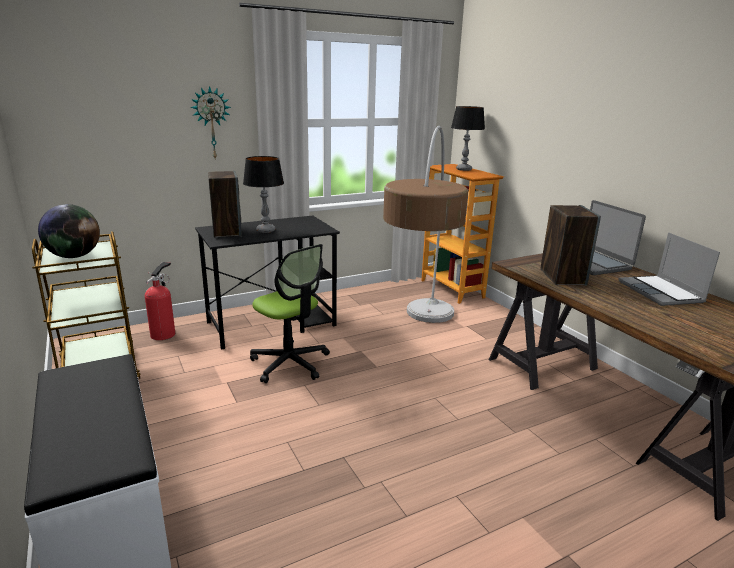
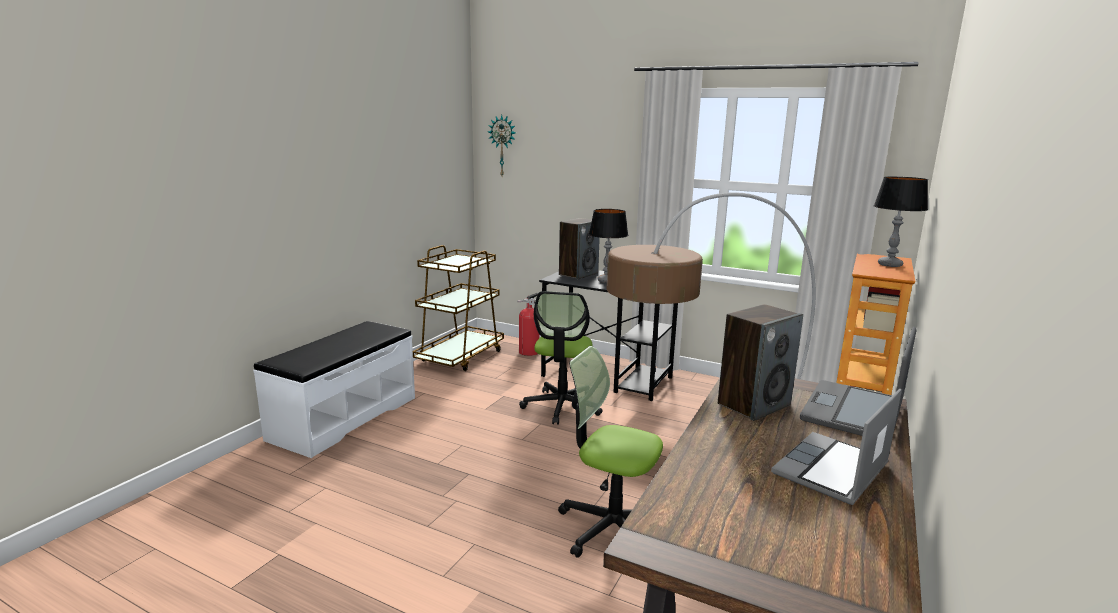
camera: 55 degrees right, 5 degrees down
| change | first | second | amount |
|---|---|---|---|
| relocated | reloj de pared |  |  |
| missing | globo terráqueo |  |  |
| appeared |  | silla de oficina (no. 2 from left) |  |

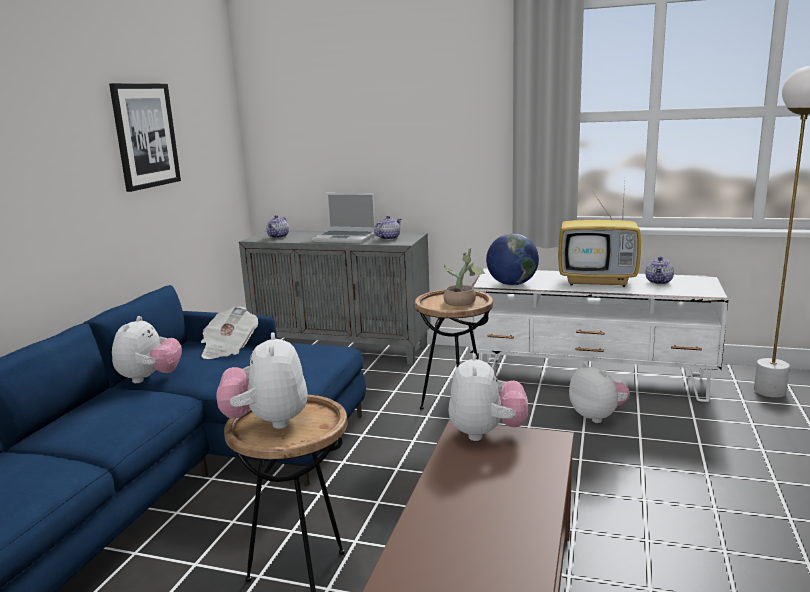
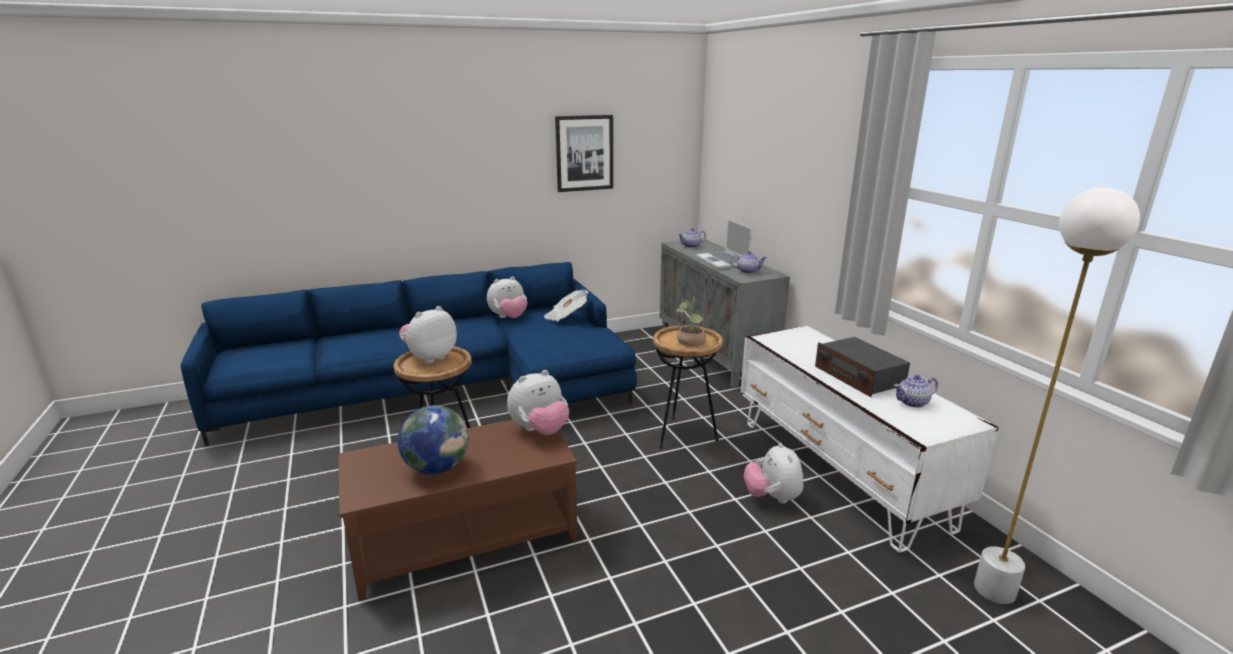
camera: 50 degrees right, 5 degrees up
| change | first | second | amount |
|---|---|---|---|
| exchanged | televisor | radio |  |
| relocated | globo terráqueo |  |  |
| spun | peluche (no. 4 from left) |  | 150 degrees clockwise |

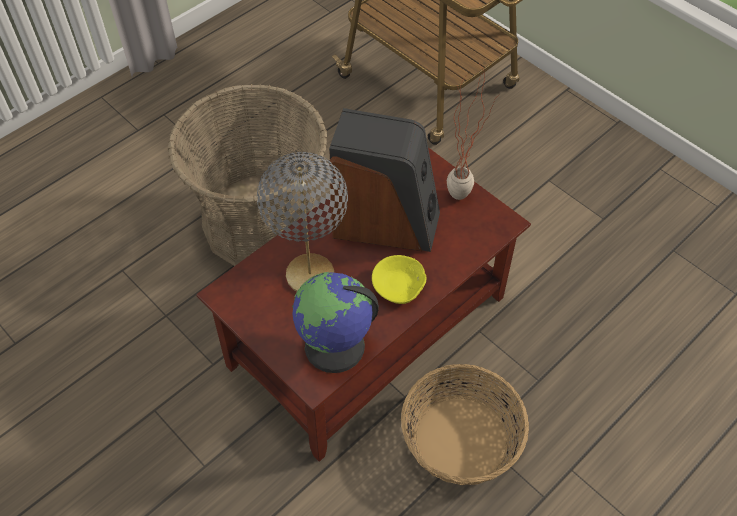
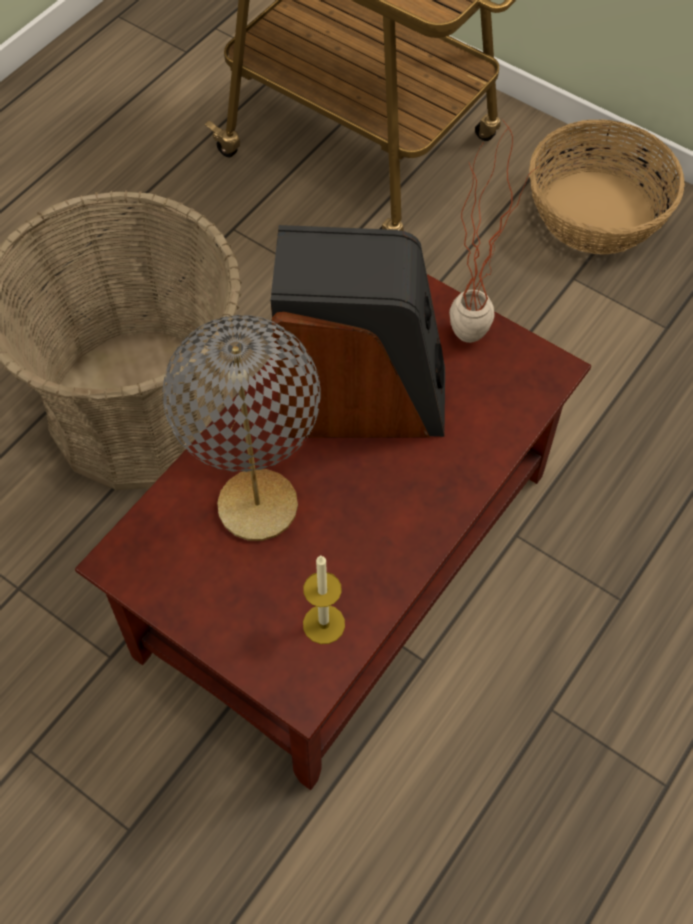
camera: 10 degrees left, 5 degrees up
| change | first | second | amount |
|---|---|---|---|
| missing | cuenco [amarillo] |  |  |
| exchanged | globo terráqueo | vela |  |
| relocated | cesta (no. 2 from left) |  |  |

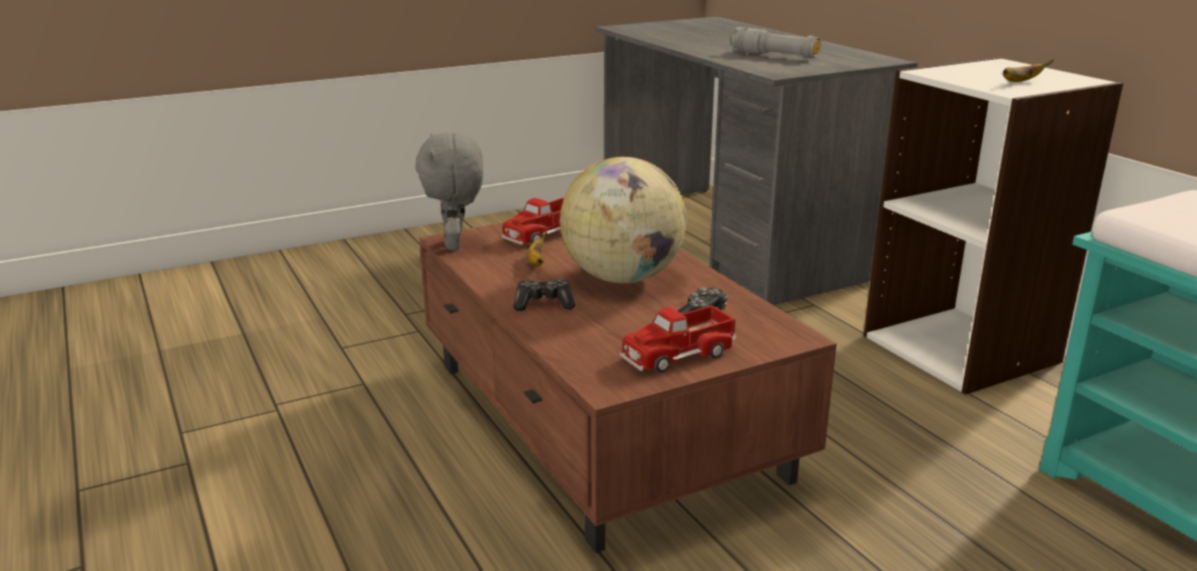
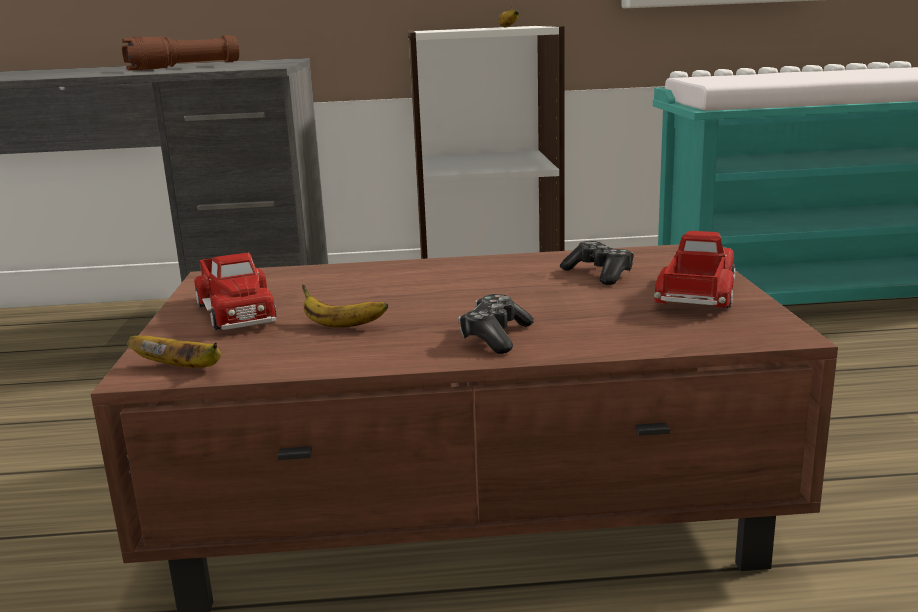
camera: 65 degrees left, 5 degrees down
| change | first | second | amount |
|---|---|---|---|
| colour | linterna [gris] | linterna [marrón] |  |
| exchanged | peluche [gris] | plátano (no. 1 from left) |  |
| missing | globo terráqueo |  |  |
| spun | camión de juguete (no. 2 from left) |  | 150 degrees counterclockwise |

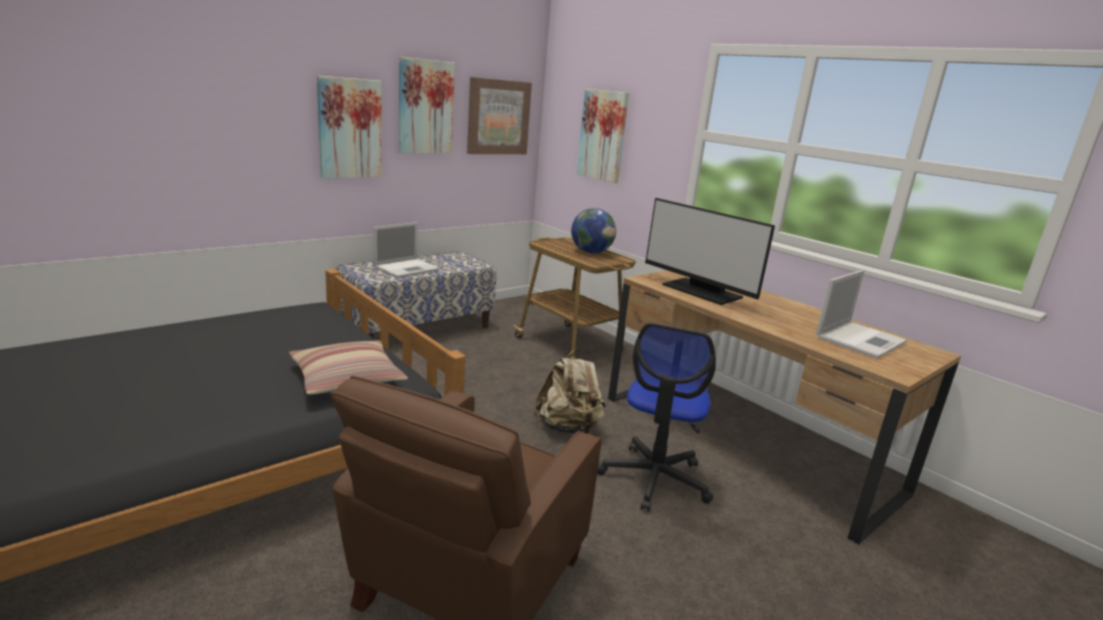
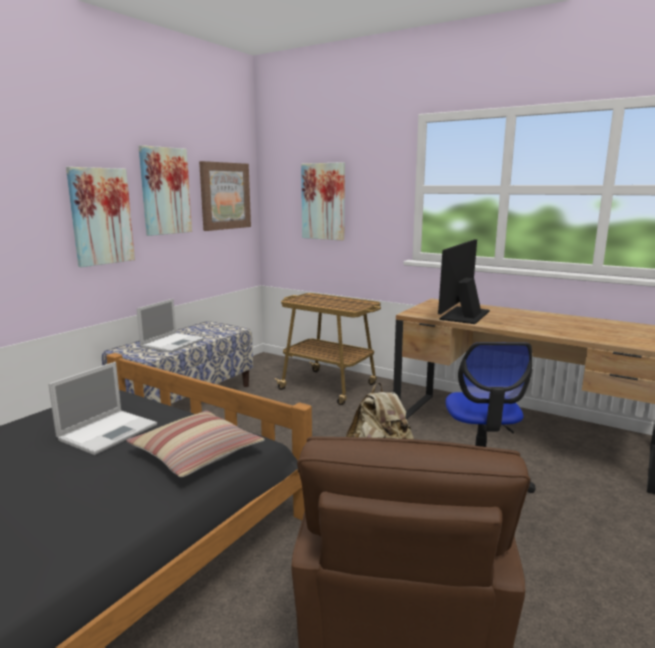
camera: 15 degrees left, 5 degrees down
| change | first | second | amount |
|---|---|---|---|
| spun | monitor |  | 90 degrees clockwise |
| missing | globo terráqueo |  |  |
| relocated | portátil (no. 2 from left in the first image) | portátil (no. 1 from left) |  |

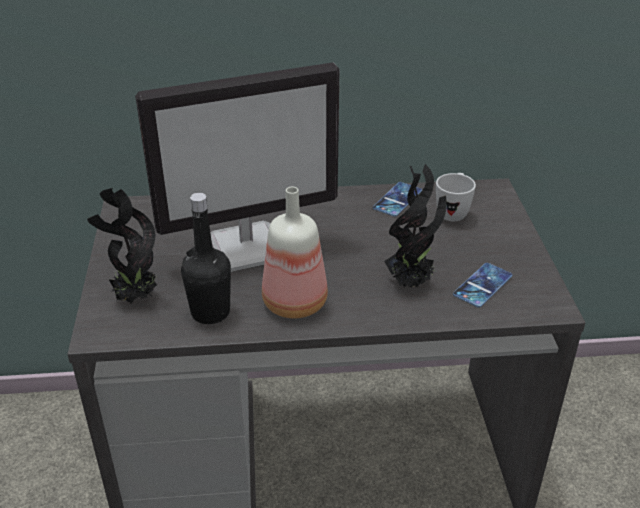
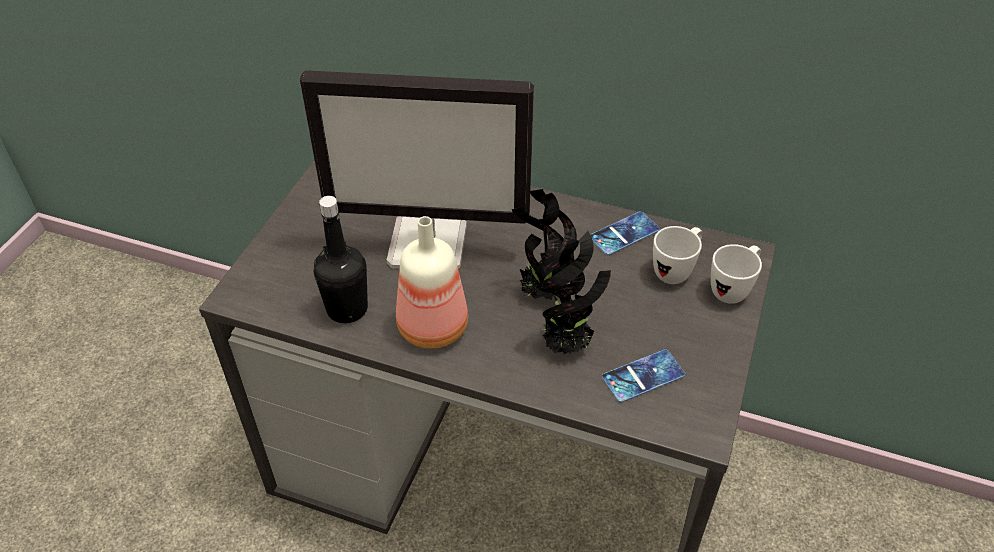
camera: 25 degrees right, 10 degrees up
| change | first | second | amount |
|---|---|---|---|
| relocated | planta en maceta (no. 1 from left) |  |  |
| appeared |  | taza grande [blanco] (no. 2 from left) |  |

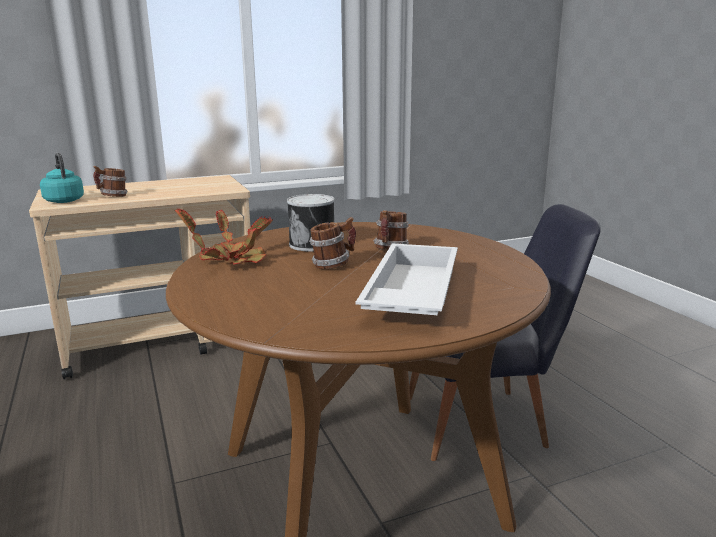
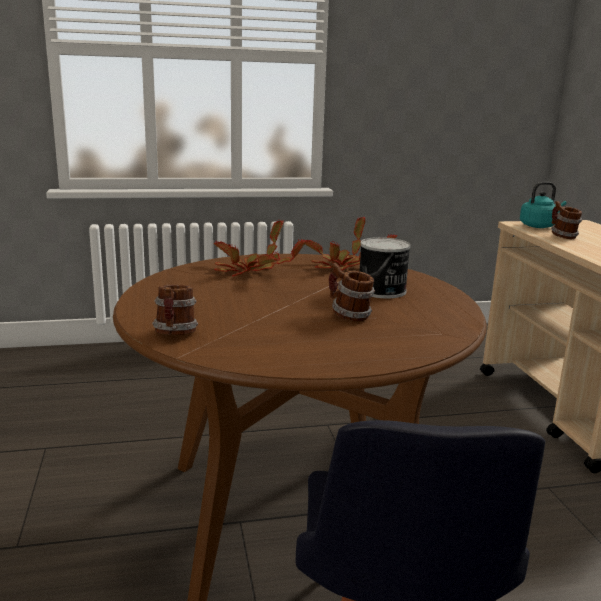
camera: 100 degrees right, 0 degrees up
| change | first | second | amount |
|---|---|---|---|
| relocated | taza grande (no. 2 from left in the first image) | taza grande (no. 1 from left) |  |
| missing | bandeja [blanco] |  |  |
| appeared |  | planta en maceta (no. 1 from left) |  |

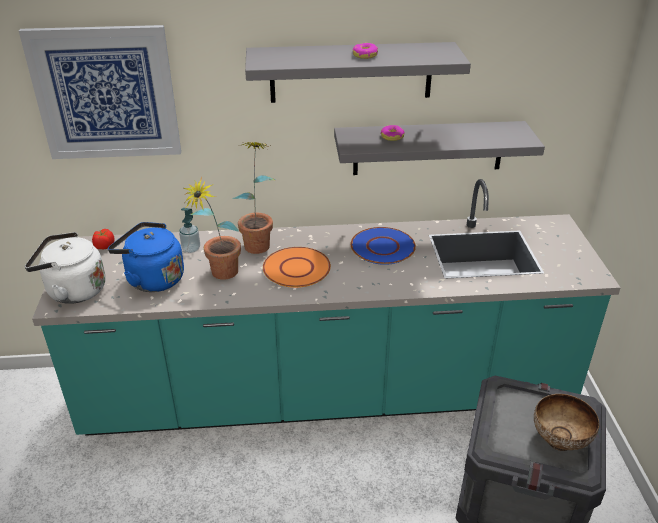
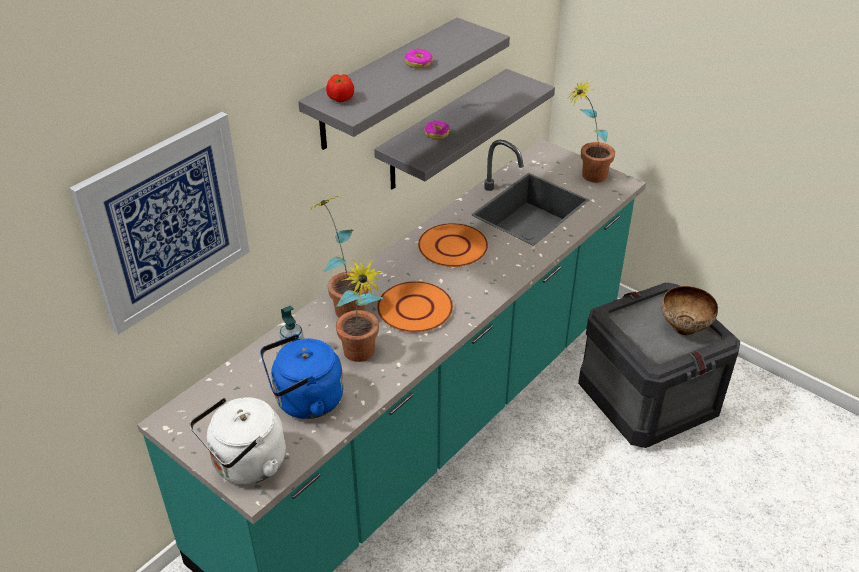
camera: 45 degrees left, 5 degrees up
| change | first | second | amount |
|---|---|---|---|
| colour | plato [azul] | plato [naranja] (no. 2 from left) |  |
| relocated | tomate |  |  |
| appeared |  | planta en maceta (no. 3 from left) |  |

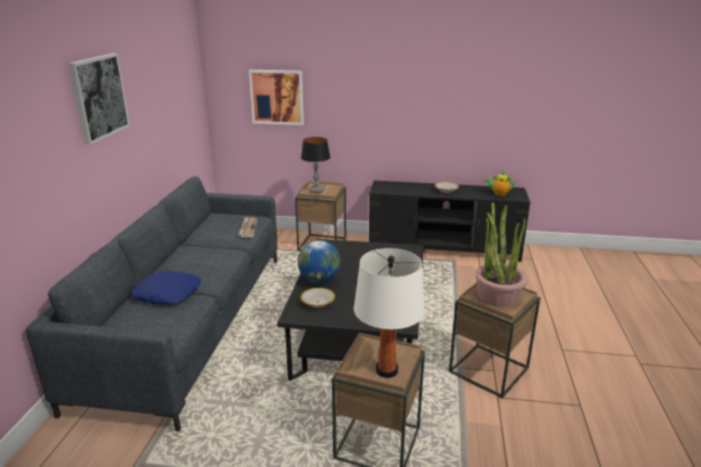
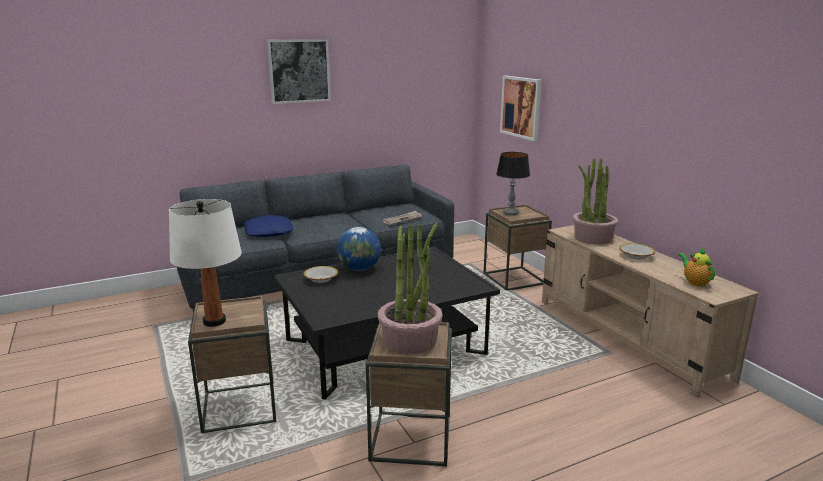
camera: 55 degrees right, 5 degrees down
| change | first | second | amount |
|---|---|---|---|
| colour | mueble de televisión [negro] | mueble de televisión [beis] |  |
| appeared |  | planta en maceta (no. 2 from left) |  |

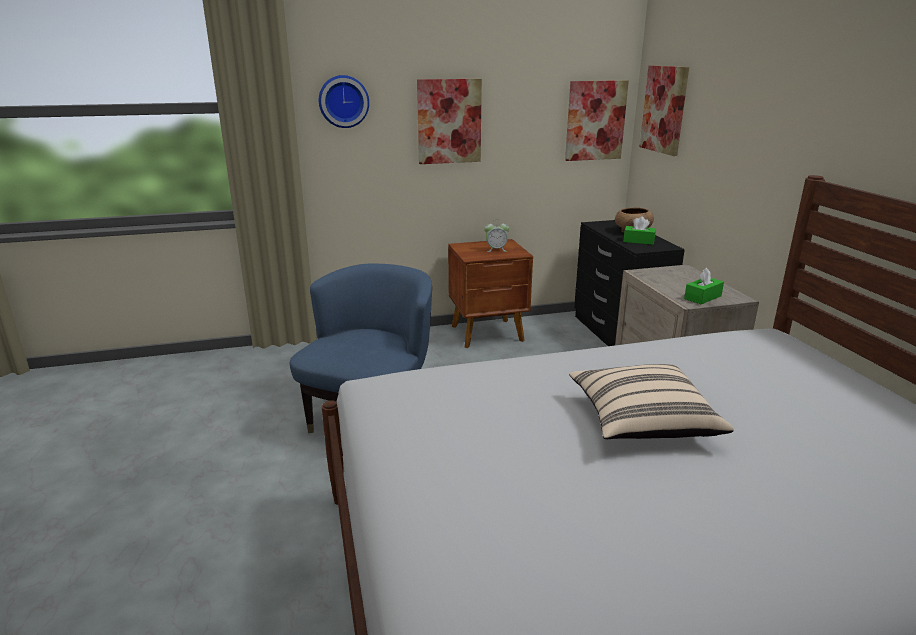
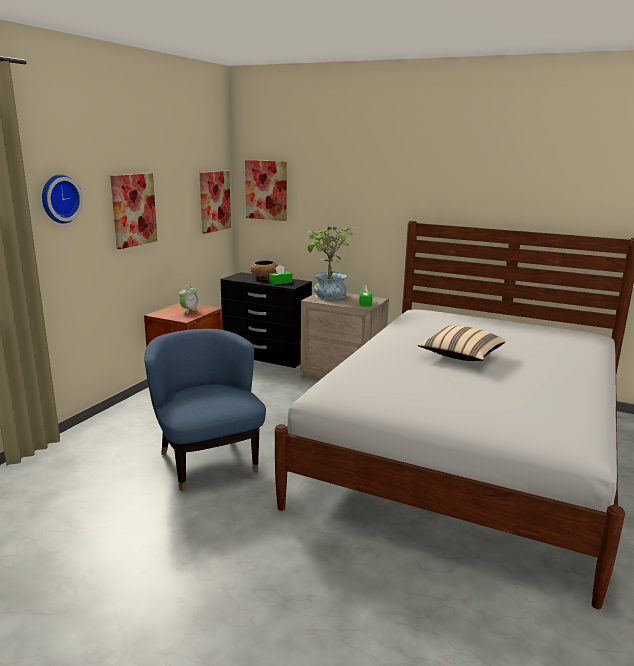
camera: 50 degrees left, 5 degrees down
| change | first | second | amount |
|---|---|---|---|
| appeared |  | planta en maceta |  |

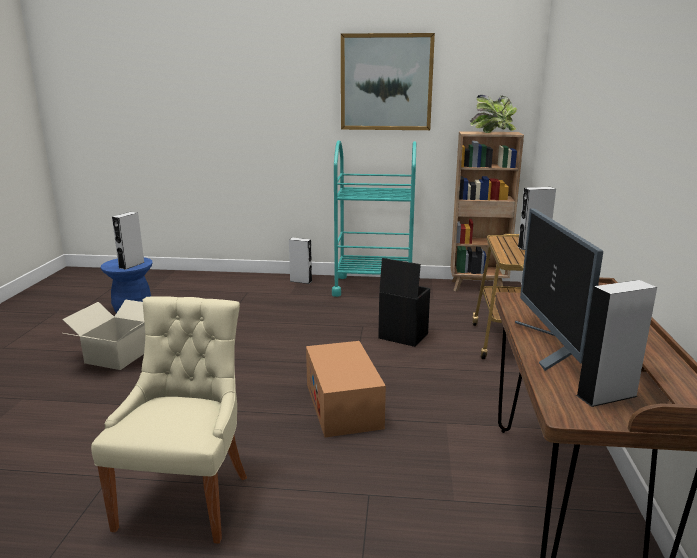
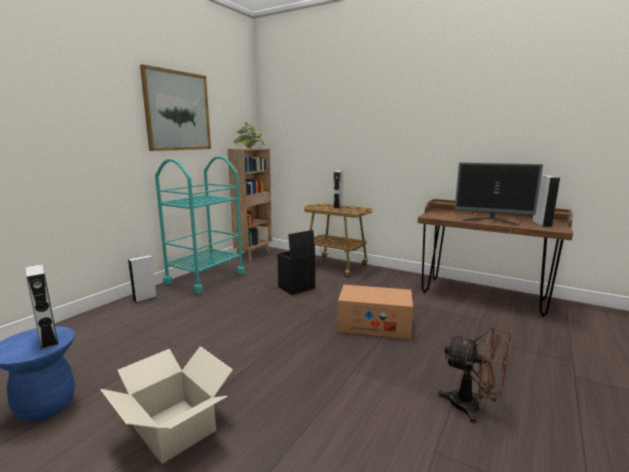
camera: 65 degrees left, 5 degrees down
| change | first | second | amount |
|---|---|---|---|
| exchanged | silla [beis] | ventilador [marrón] |  |

